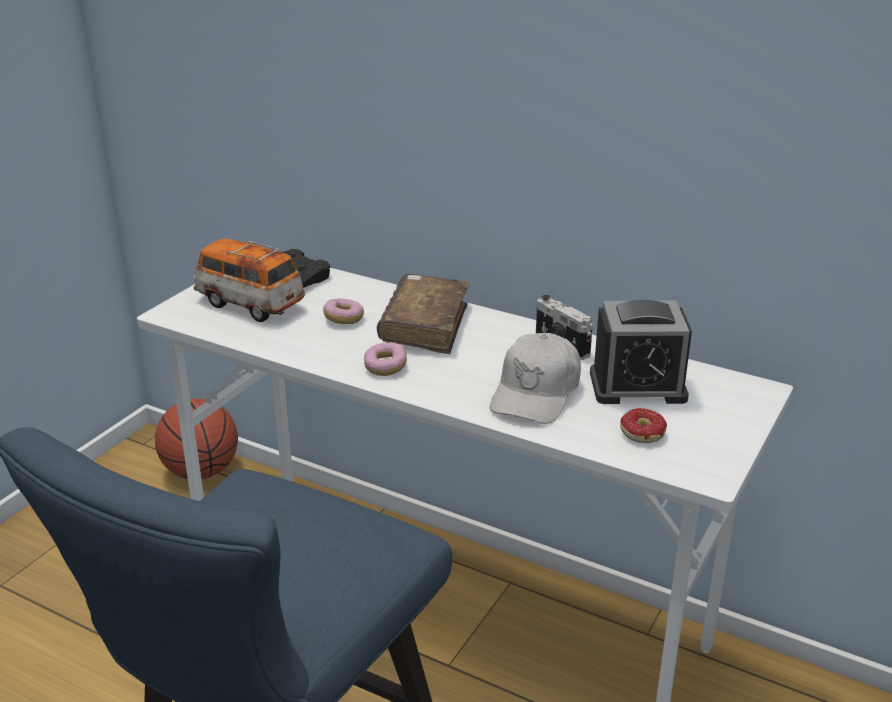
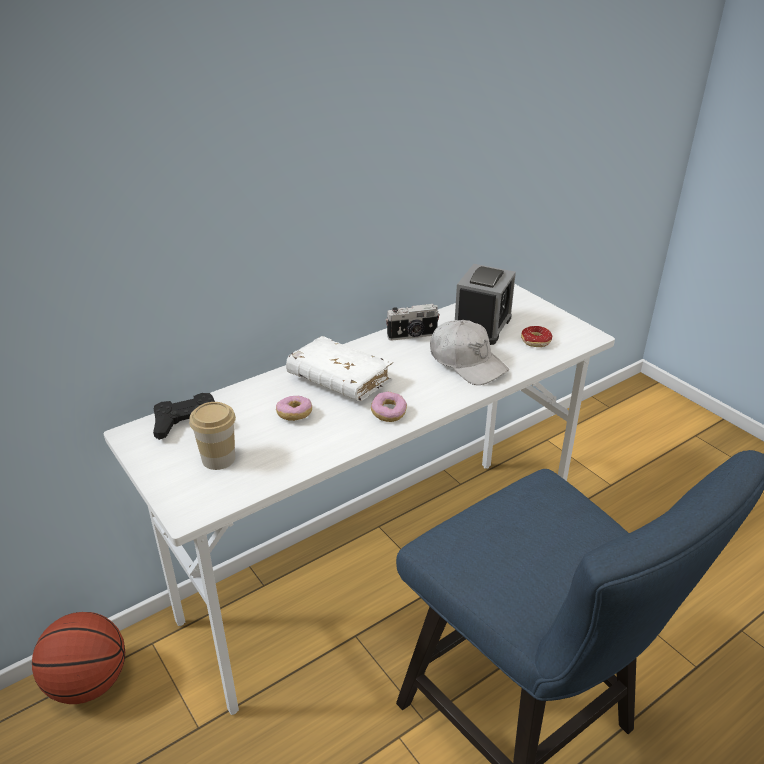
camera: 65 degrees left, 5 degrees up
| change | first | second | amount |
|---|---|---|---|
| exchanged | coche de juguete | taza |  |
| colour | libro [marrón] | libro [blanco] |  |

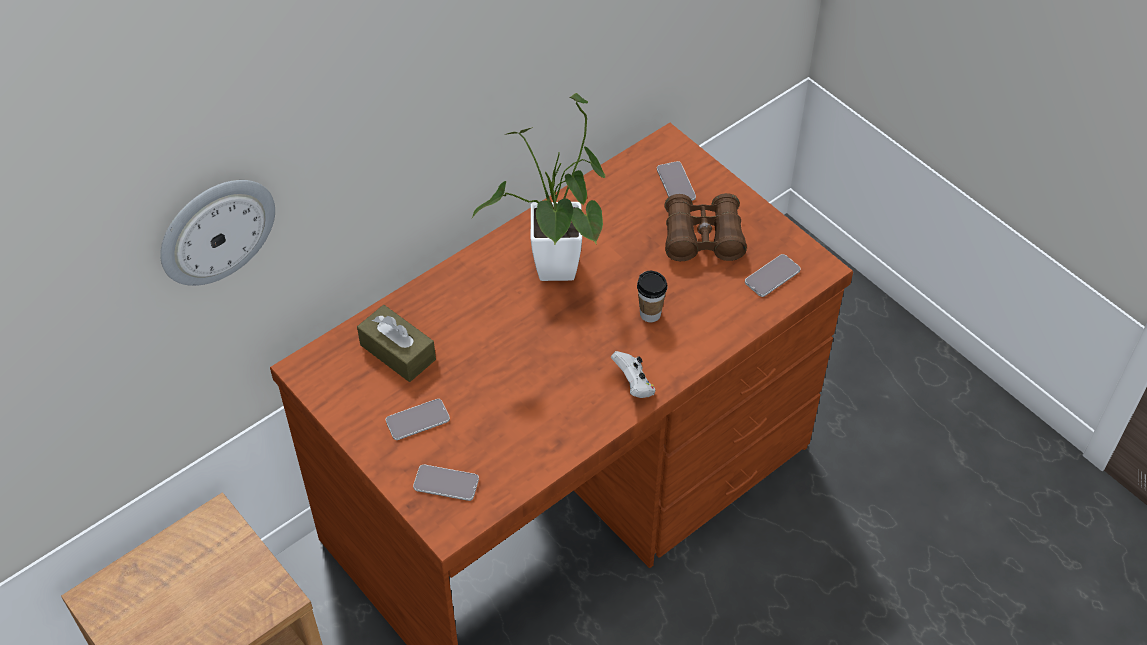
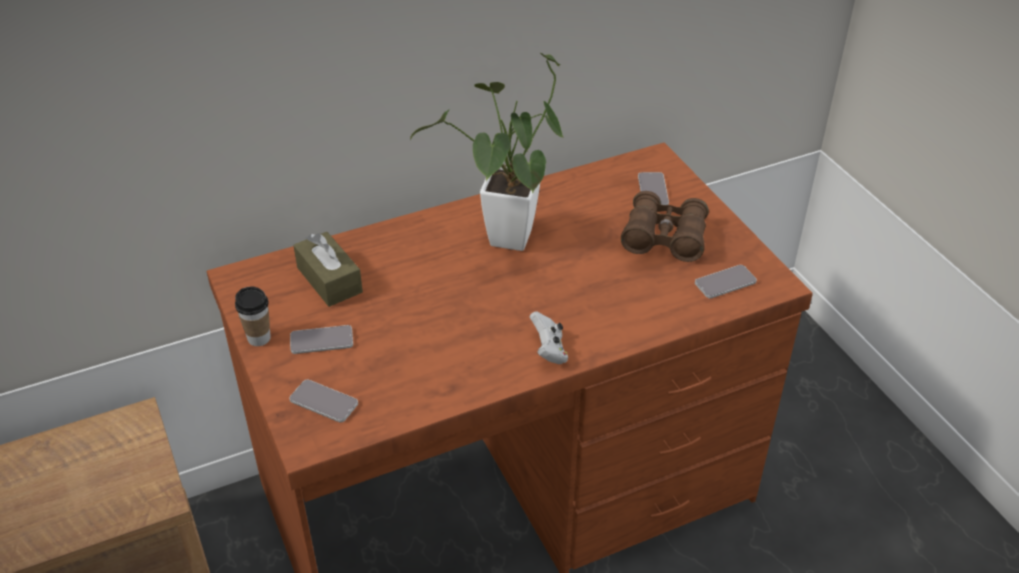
camera: 15 degrees right, 10 degrees down
| change | first | second | amount |
|---|---|---|---|
| missing | reloj de pared |  |  |
| relocated | taza |  |  |

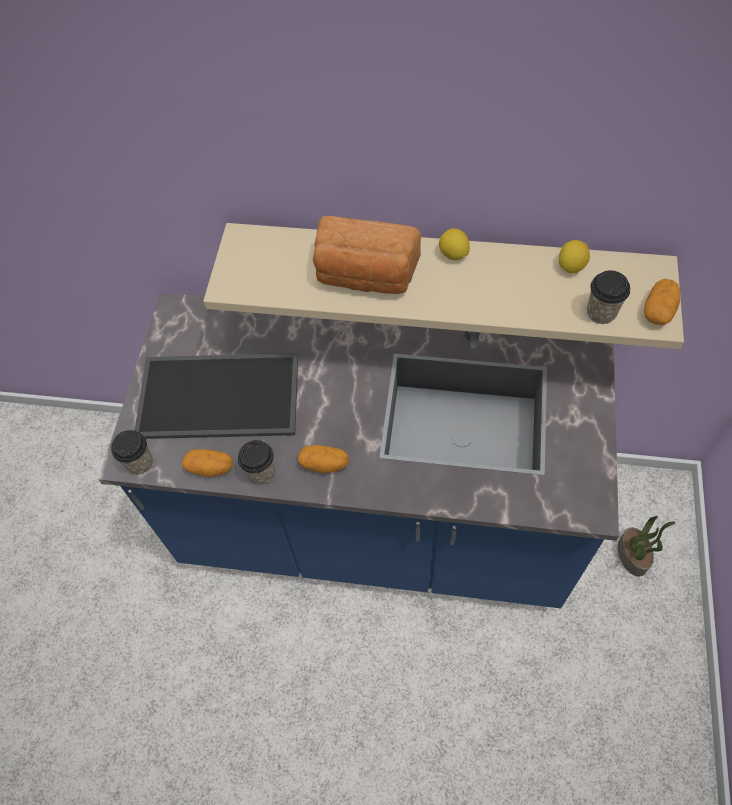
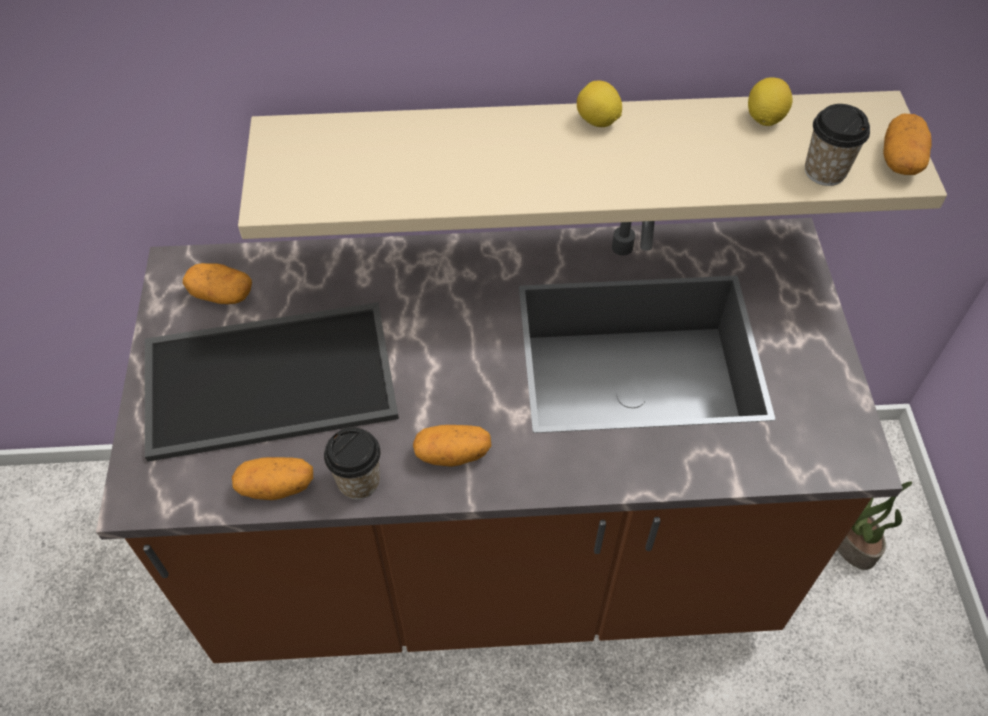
camera: 15 degrees left, 5 degrees down
| change | first | second | amount |
|---|---|---|---|
| missing | pan |  |  |
| colour | mueble bajo de cocina [azul] | mueble bajo de cocina [marrón] |  |
| missing | taza (no. 1 from left) |  |  |
| appeared |  | patata (no. 1 from left) |  |

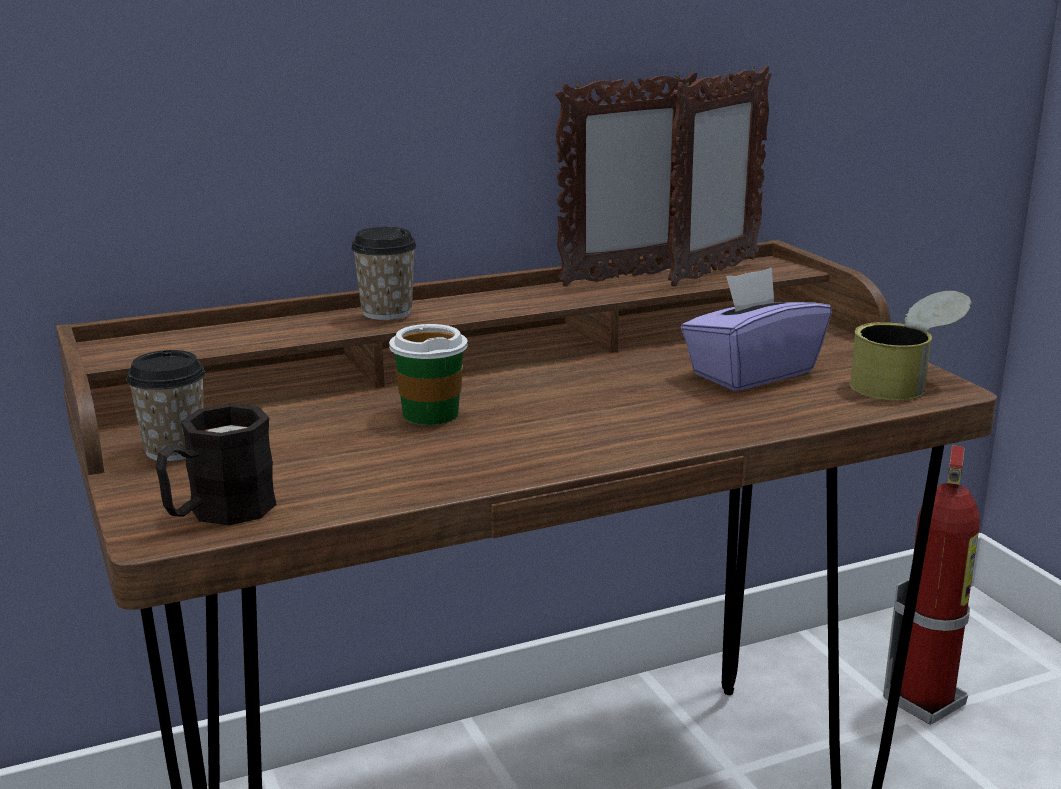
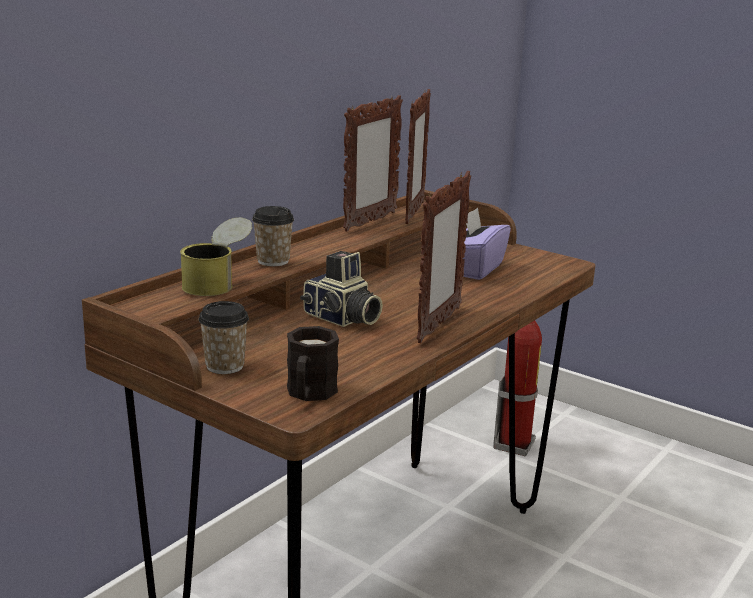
camera: 30 degrees left, 0 degrees up
| change | first | second | amount |
|---|---|---|---|
| relocated | lata |  |  |
| exchanged | taza (no. 3 from left) | cámara |  |
| appeared |  | portarretratos (no. 3 from left) |  |

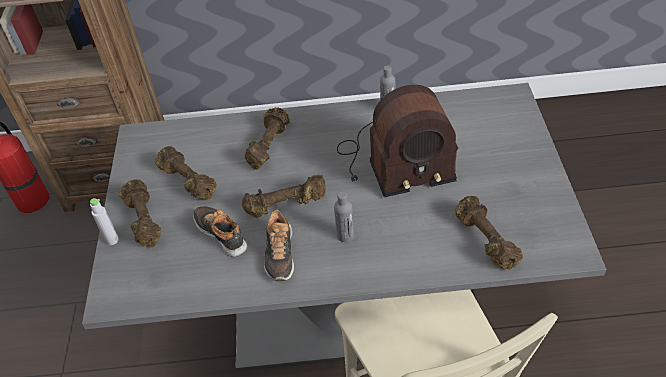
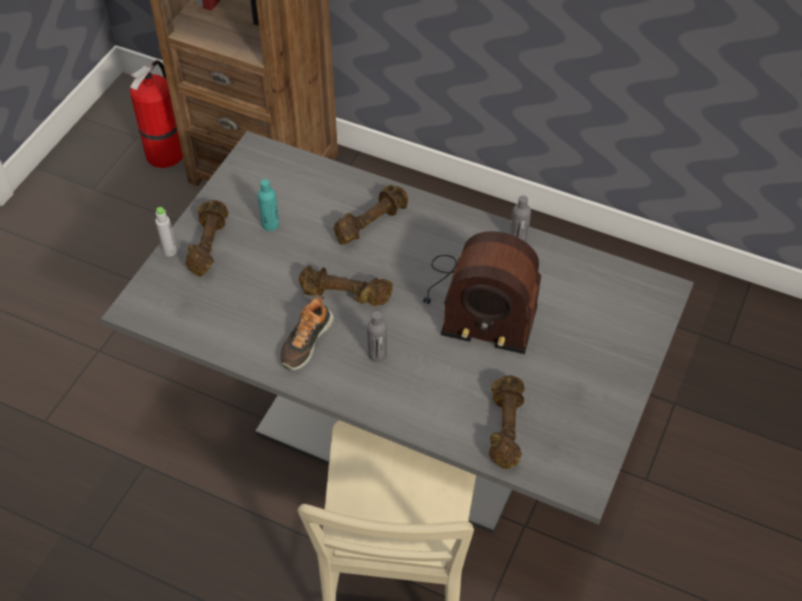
camera: 25 degrees right, 5 degrees up
| change | first | second | amount |
|---|---|---|---|
| exchanged | mancuerna [marrón] (no. 2 from left) | botella [turquesa] |  |
| missing | zapato (no. 1 from left) |  |  |

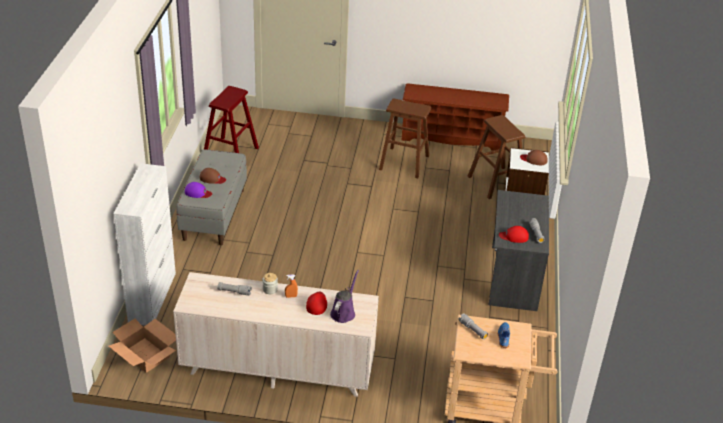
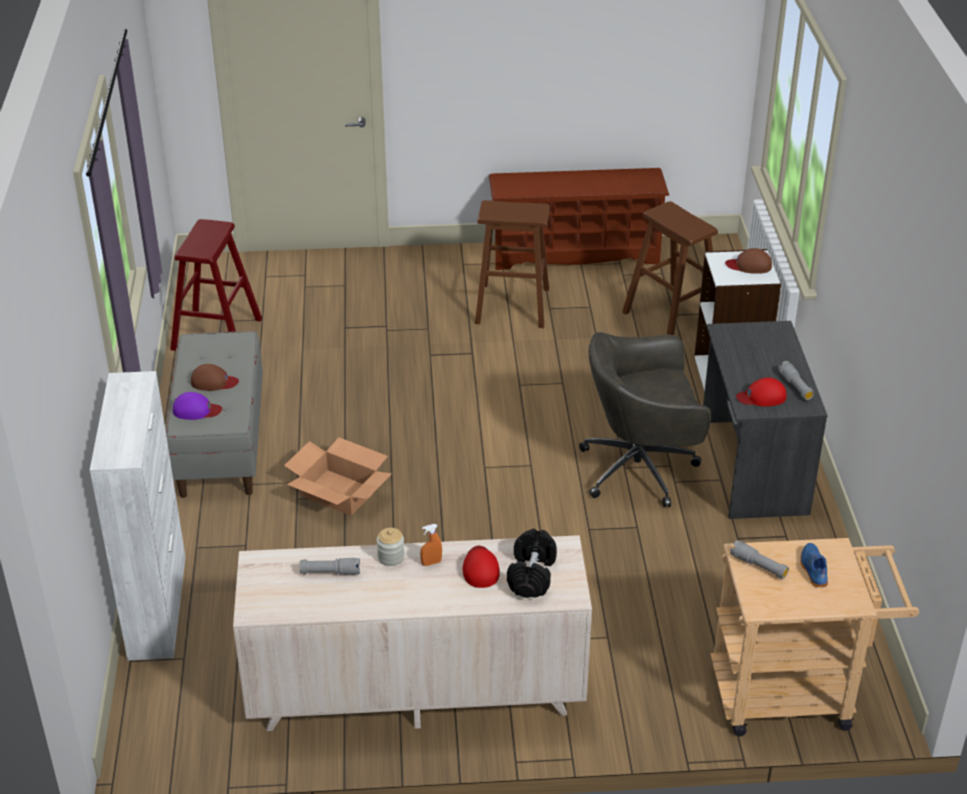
camera: 10 degrees left, 0 degrees up
| change | first | second | amount |
|---|---|---|---|
| exchanged | regadera [morado] | mancuerna [negro] |  |
| relocated | caja de cartón |  |  |
| appeared |  | silla de oficina [gris] |  |

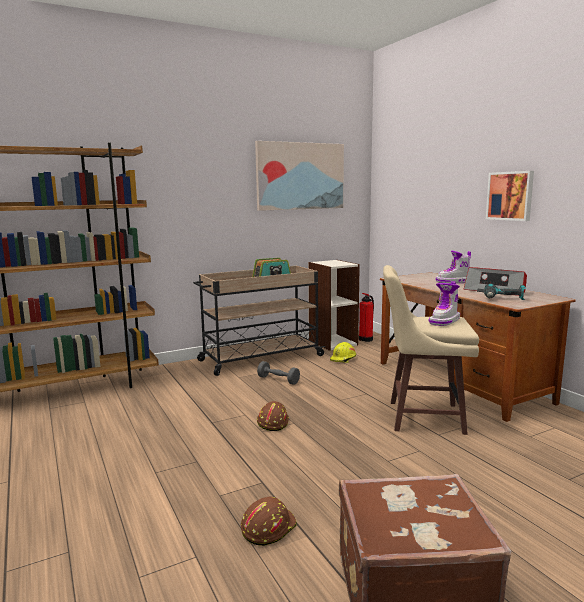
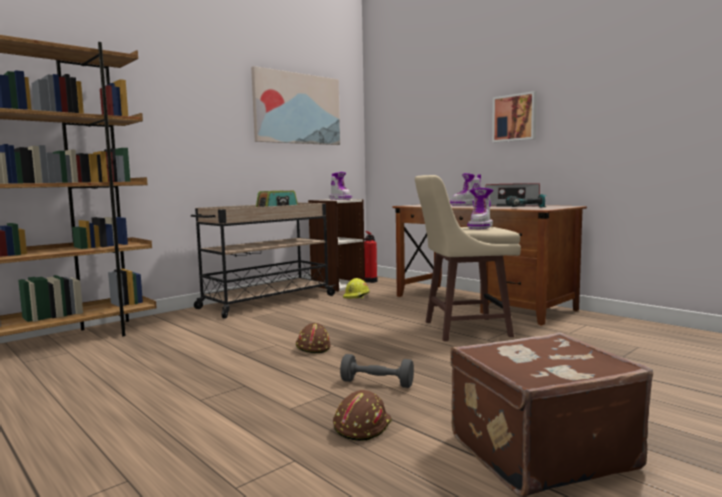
camera: 15 degrees left, 5 degrees down
| change | first | second | amount |
|---|---|---|---|
| relocated | mancuerna [gris] |  |  |
| appeared |  | bota (no. 1 from left) |  |

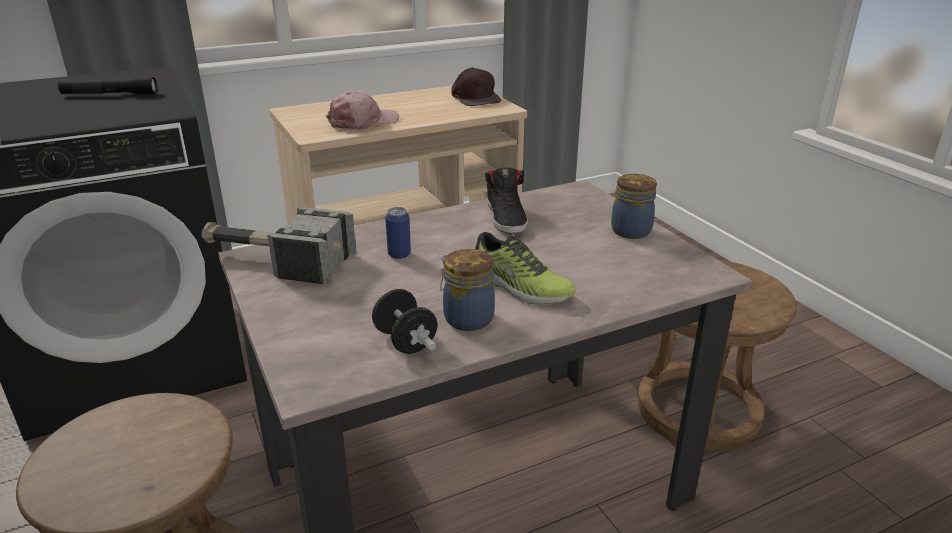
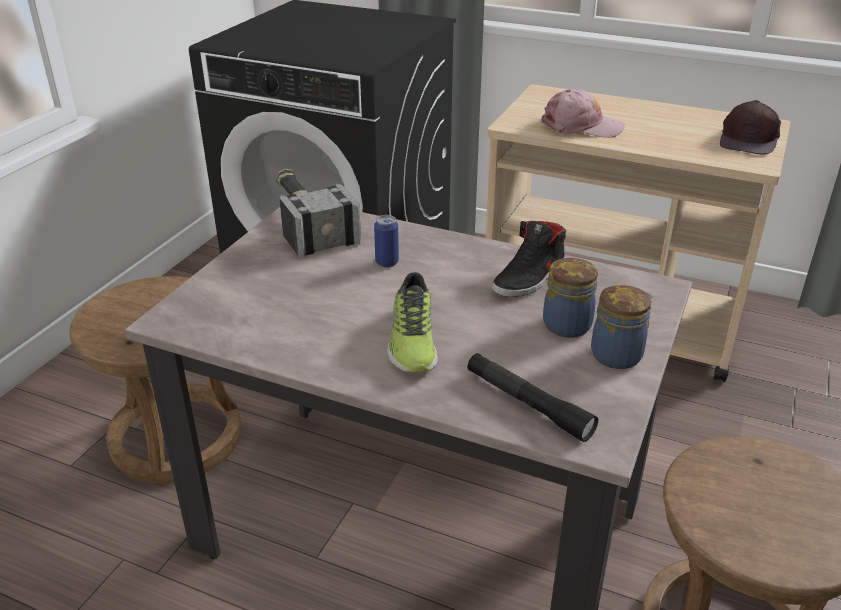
camera: 50 degrees right, 5 degrees up
| change | first | second | amount |
|---|---|---|---|
| relocated | linterna [negro] |  |  |
| relocated | tarro (no. 1 from left) |  |  |
| missing | mancuerna [negro] |  |  |

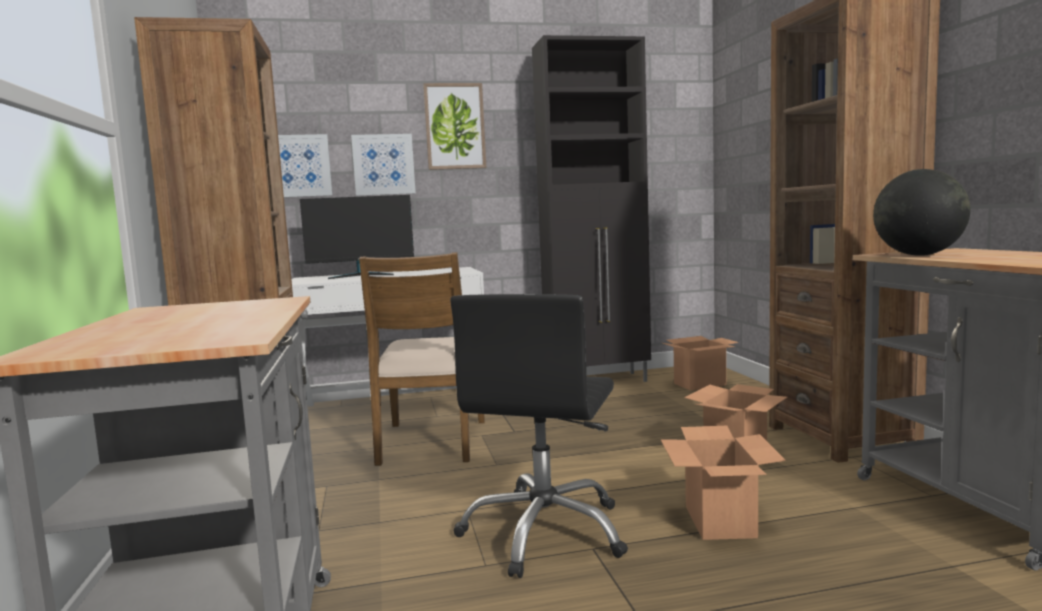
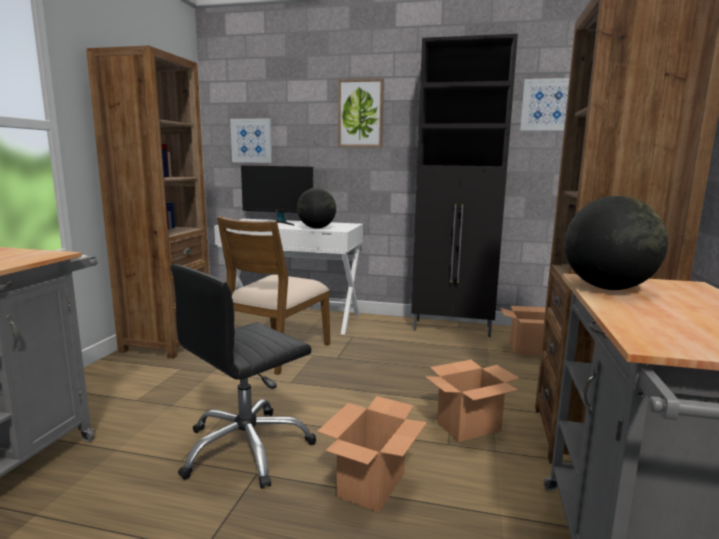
camera: 25 degrees right, 5 degrees up
| change | first | second | amount |
|---|---|---|---|
| relocated | cuadro (no. 2 from left in the first image) | cuadro (no. 3 from left) |  |
| appeared |  | globo terráqueo (no. 1 from left) |  |

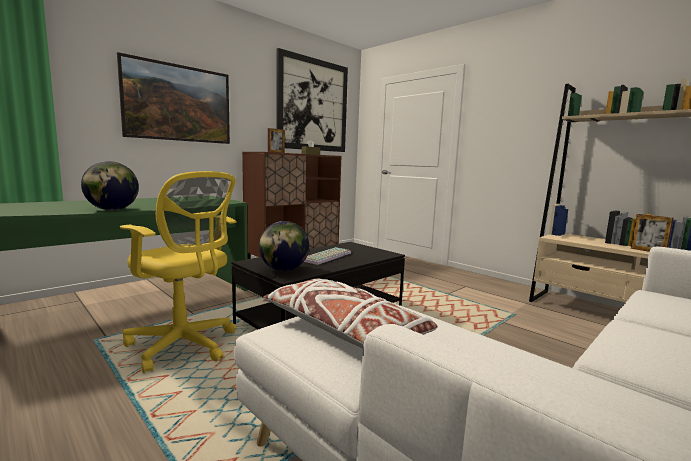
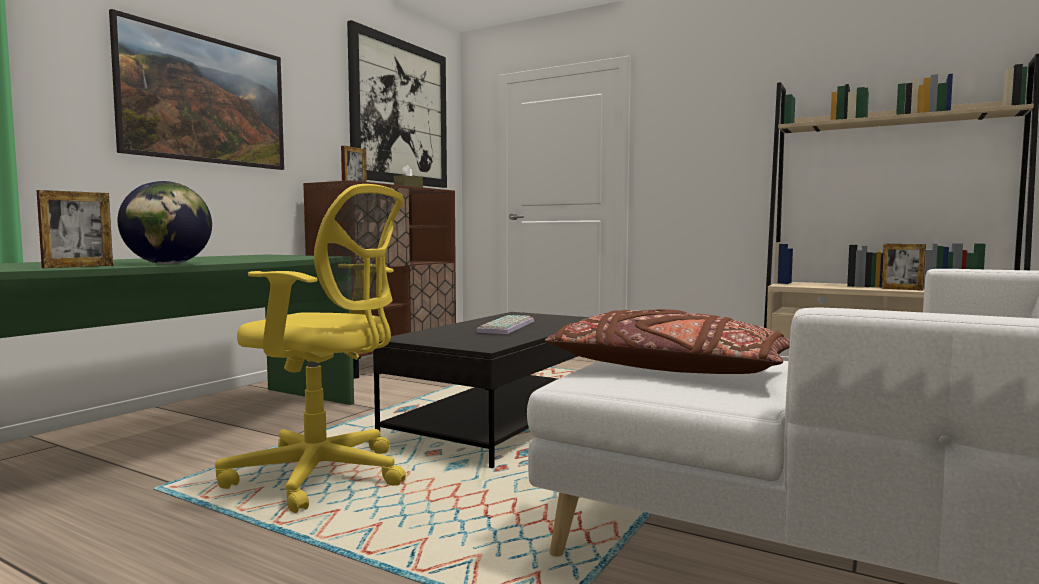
camera: 15 degrees left, 5 degrees down
| change | first | second | amount |
|---|---|---|---|
| missing | globo terráqueo (no. 2 from left) |  |  |
| colour | cojín [blanco] | cojín [marrón] |  |
| appeared |  | portarretratos (no. 1 from left) |  |

